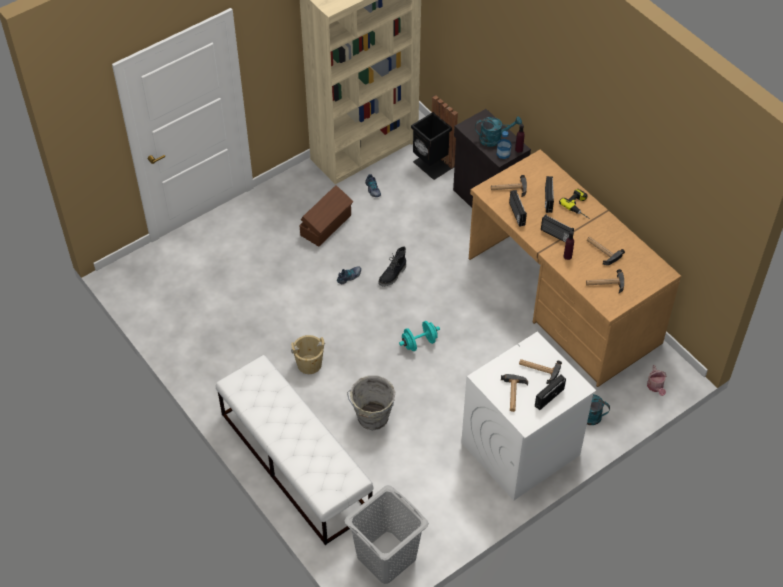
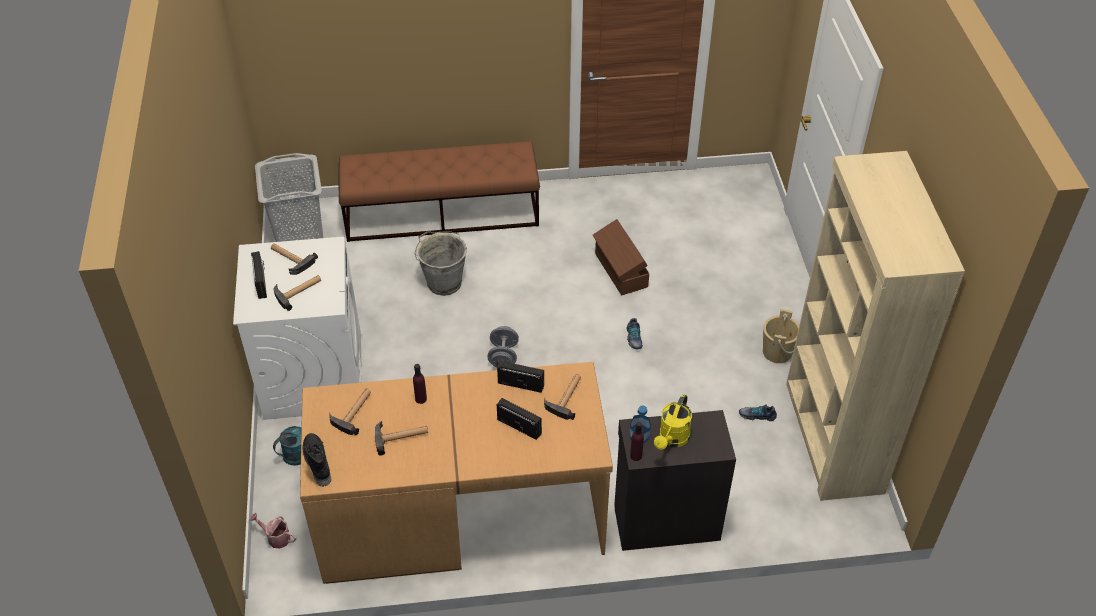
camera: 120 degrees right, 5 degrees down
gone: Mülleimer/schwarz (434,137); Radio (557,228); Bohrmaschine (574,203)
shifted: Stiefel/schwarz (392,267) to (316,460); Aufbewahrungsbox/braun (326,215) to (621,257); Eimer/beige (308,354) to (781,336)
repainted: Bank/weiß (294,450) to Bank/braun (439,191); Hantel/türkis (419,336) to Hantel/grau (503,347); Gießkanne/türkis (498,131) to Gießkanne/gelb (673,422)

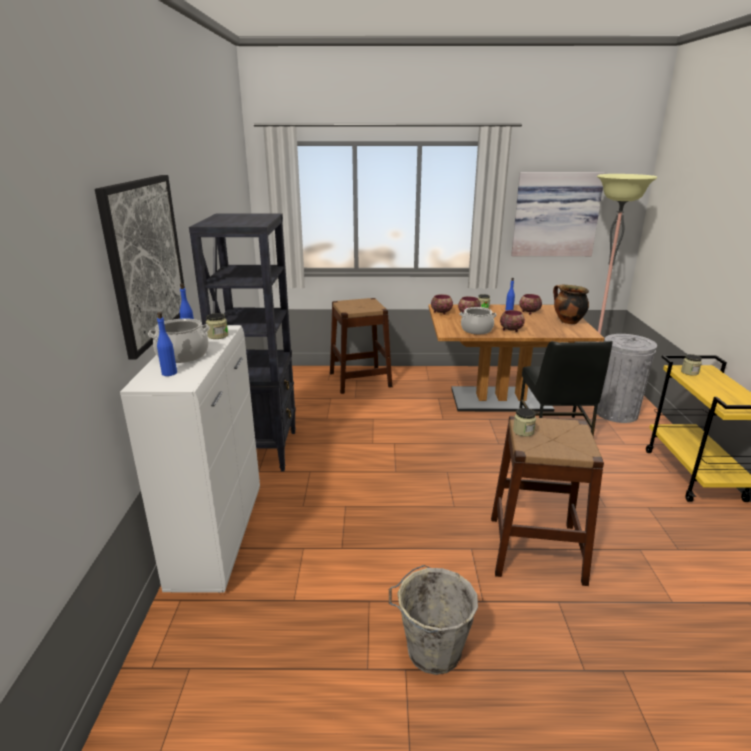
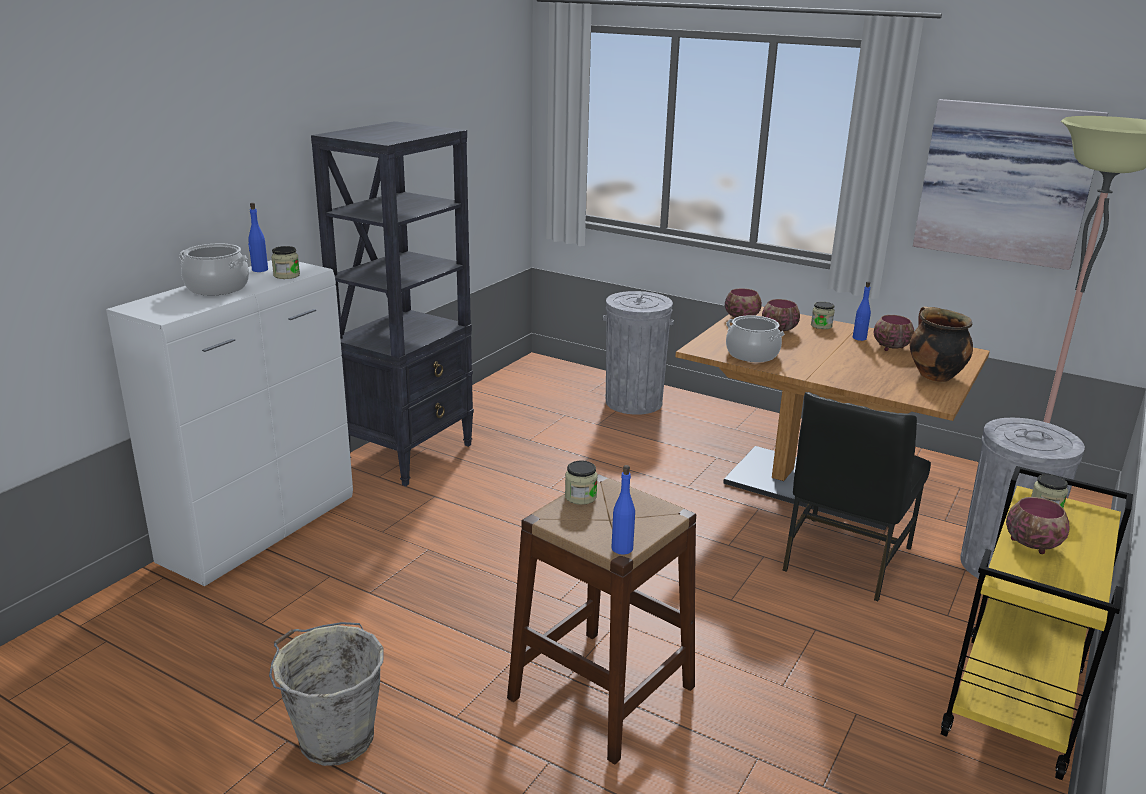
camera: 30 degrees right, 0 degrees up
gone: Bild (140,267)
shifted: Flasche/blau (167,344) to (623,510); Schüssel (512,321) to (1038,525)
swapped: Hocker/braun (361,346) to Mülleimer/grau (638,353)

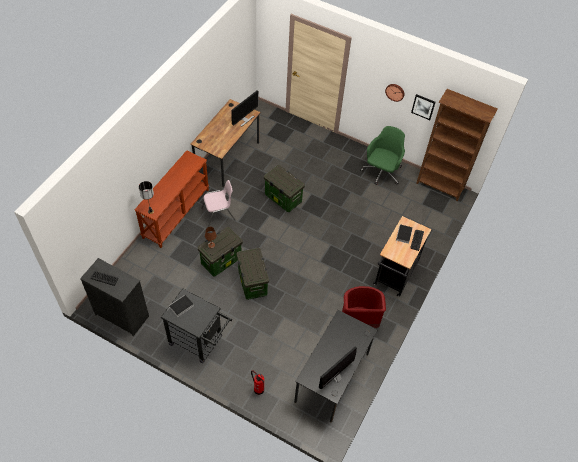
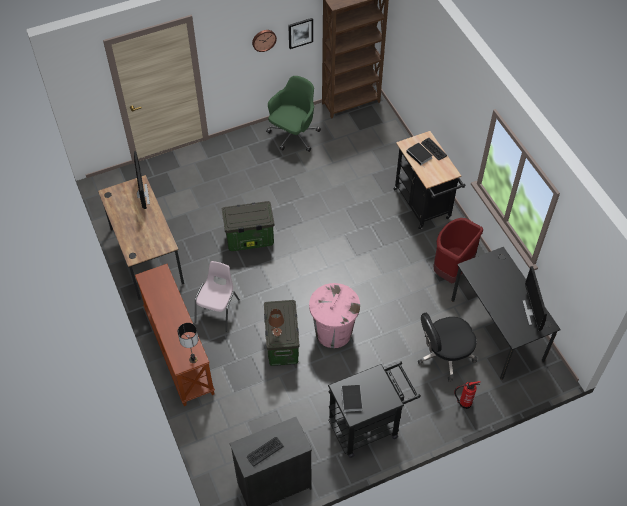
camera: 50 degrees left, 0 degrees up
new: Bürostuhl/schwarz (447,347)
swapped: Aufbewahrungsbox (253,274) to Mülleimer/rosa (334,315)
rotated: Bürostuhl/grün (382,155) = (293,114) 60 degrees clockwise

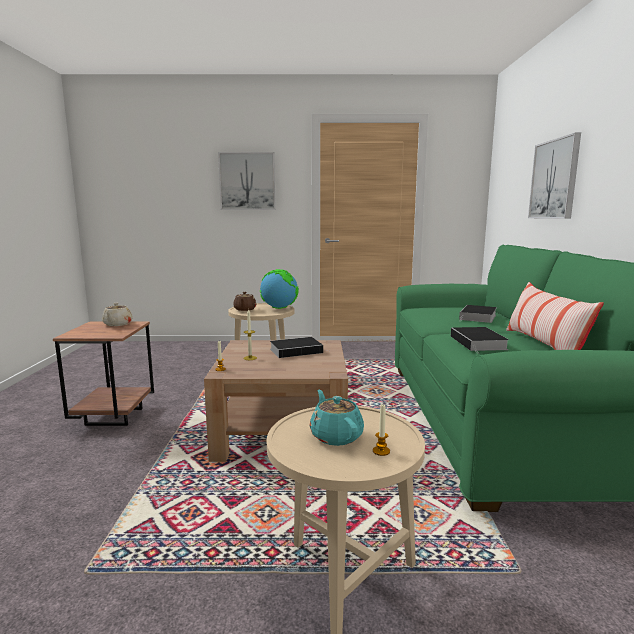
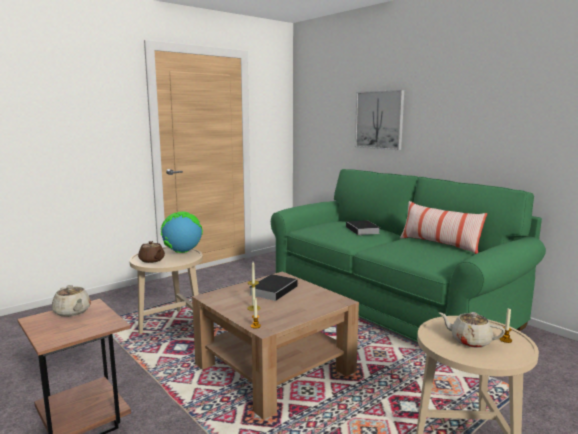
camera: 40 degrees left, 0 degrees up
gone: Bild (247,181); Buch (480,340)
repainted: Teekanne/türkis (337,417) to Teekanne/beige (472,330)

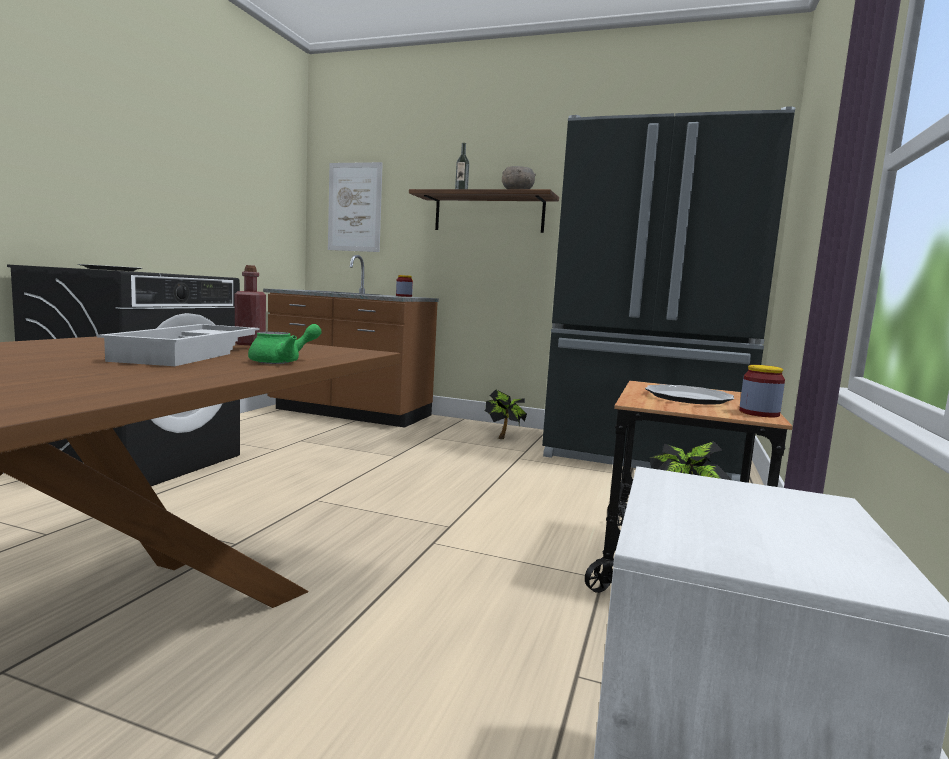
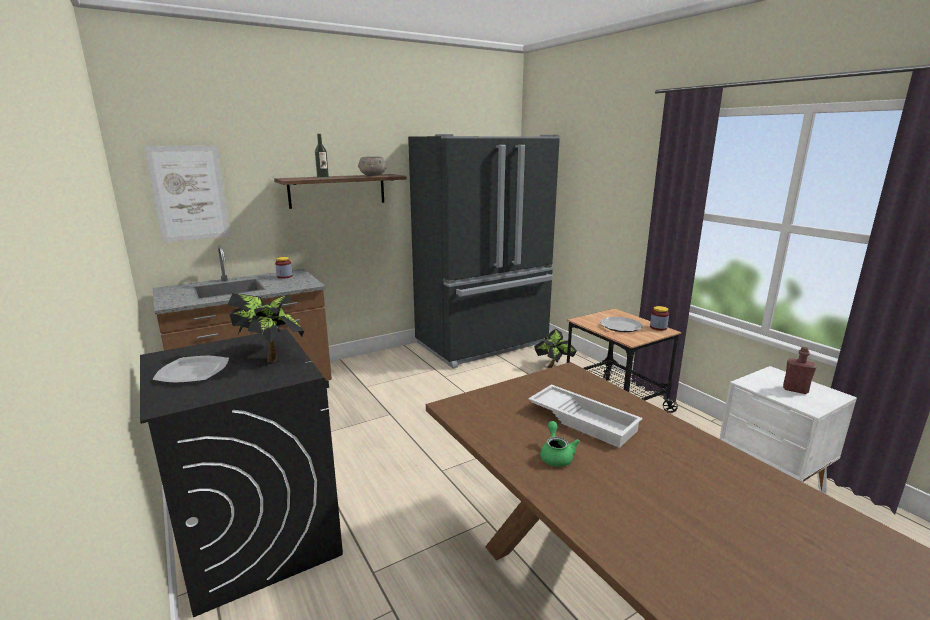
camera: 50 degrees left, 10 degrees up
shifted: Topfpflanze (505,414) to (266,327); Teekanne/grün (285,344) to (560,444); Flasche/rot (250,305) to (799,370)

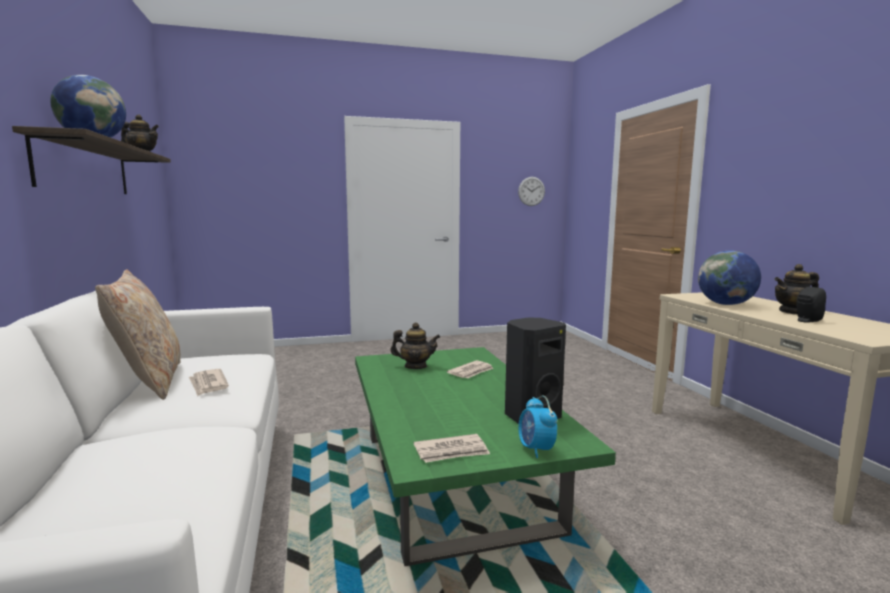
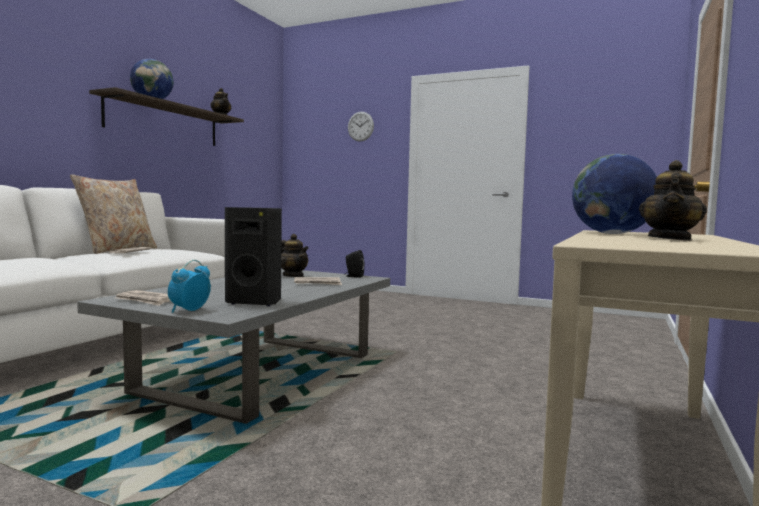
camera: 40 degrees right, 5 degrees down
shifted: Lautsprecher/schwarz (811,305) to (354,264); Wanduhr (531,191) to (361,127)
repainted: Couchtisch/grün (485,456) to Couchtisch/grau (233,346)
rotated: Teekanne (796,289) = (673,200) 90 degrees counterclockwise

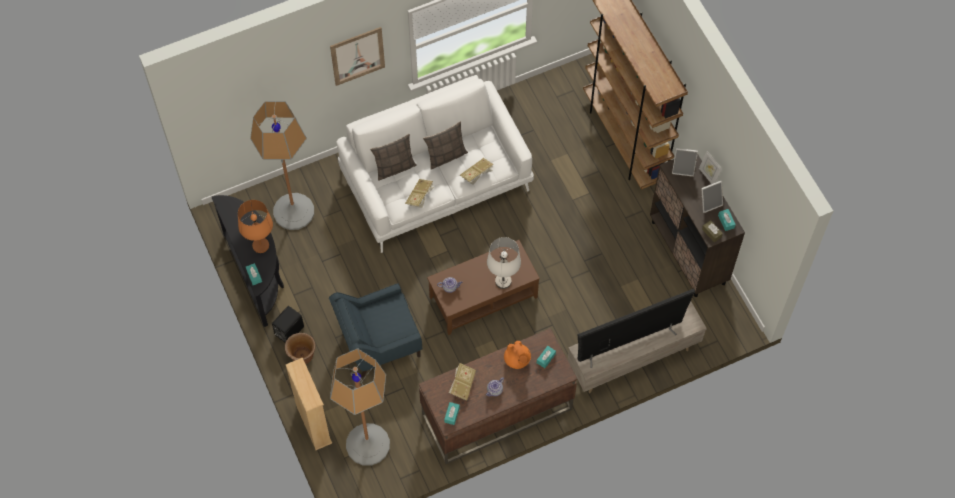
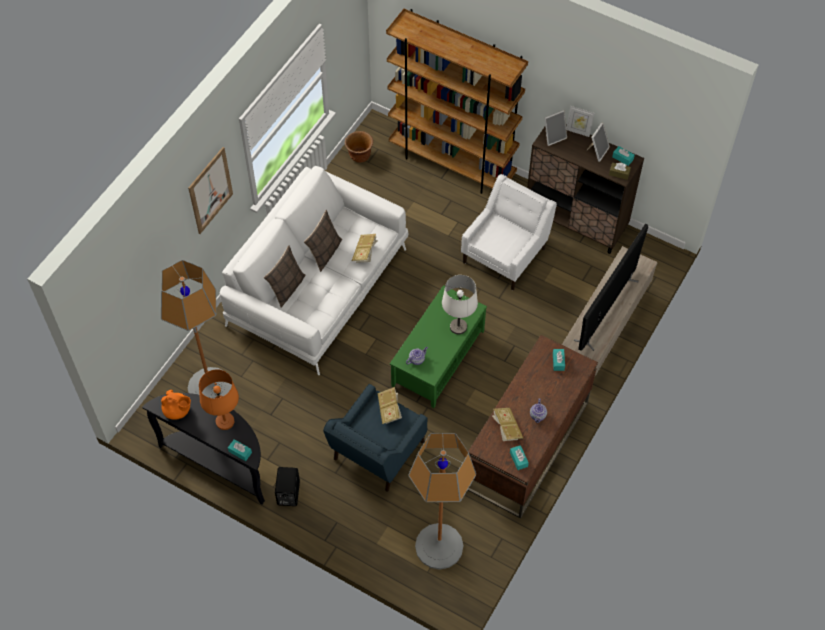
camera: 35 degrees left, 5 degrees down
gone: Bücherregal/beige (309,403)
new: Sessel/weiß (509,232)
shifted: Teekanne/orange (517,355) to (176,405); Pflanzkübel/braun (300,348) to (359,147); Buch (419,193) to (390,405)
repainted: Couchtisch/braun (483,287) to Couchtisch/grün (438,346)

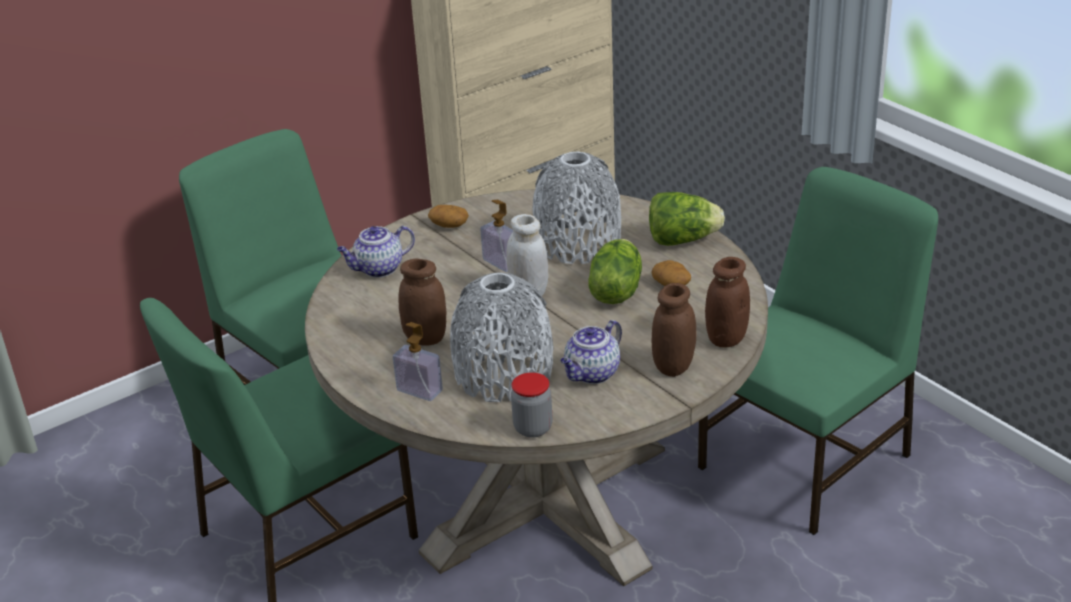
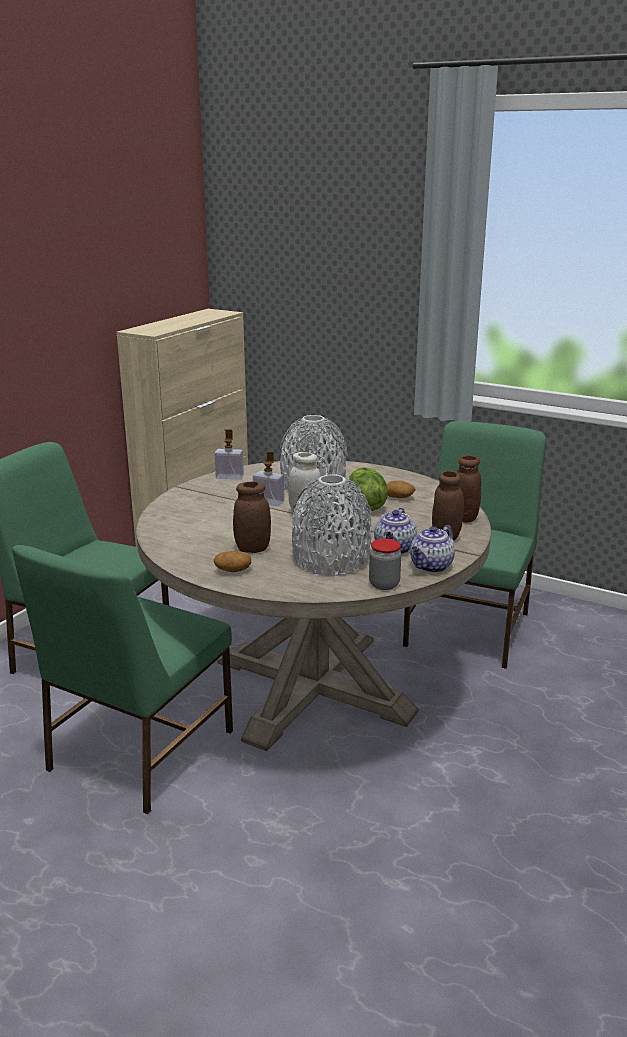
camera: 25 degrees left, 10 degrees down
gone: Salatkopf (687,219)
shifted: Kartoffel (448,216) to (232,561); Seifenspender (418,361) to (229,454); Teekanne (376,252) to (432,549)

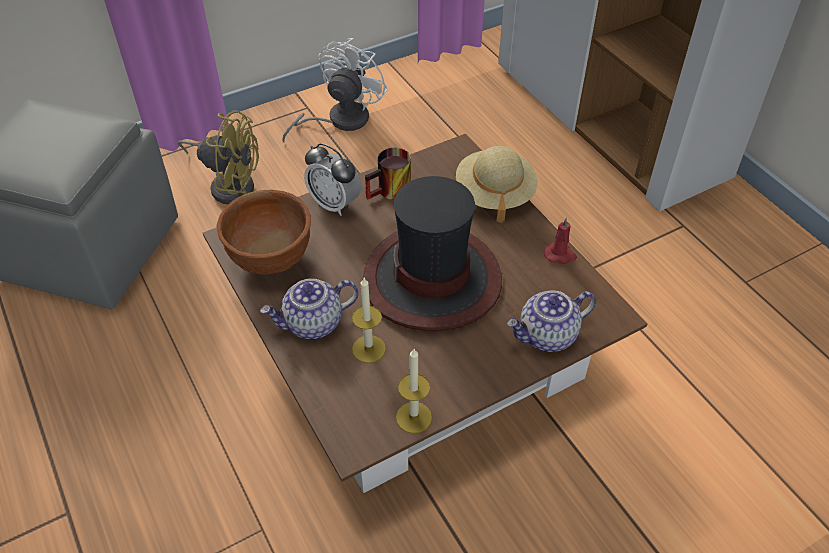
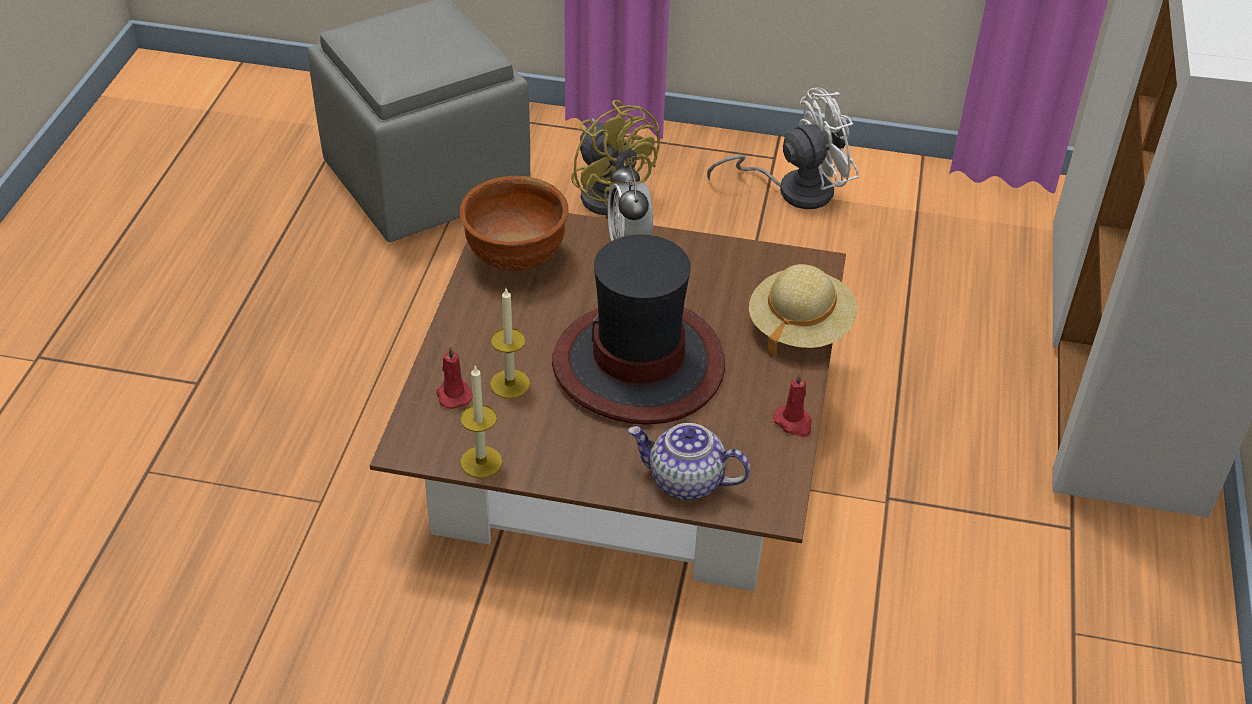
camera: 40 degrees right, 5 degrees down
gone: Teekanne (309,309); Henkelbecher (388,173)
new: Kerze/rot (454,377)

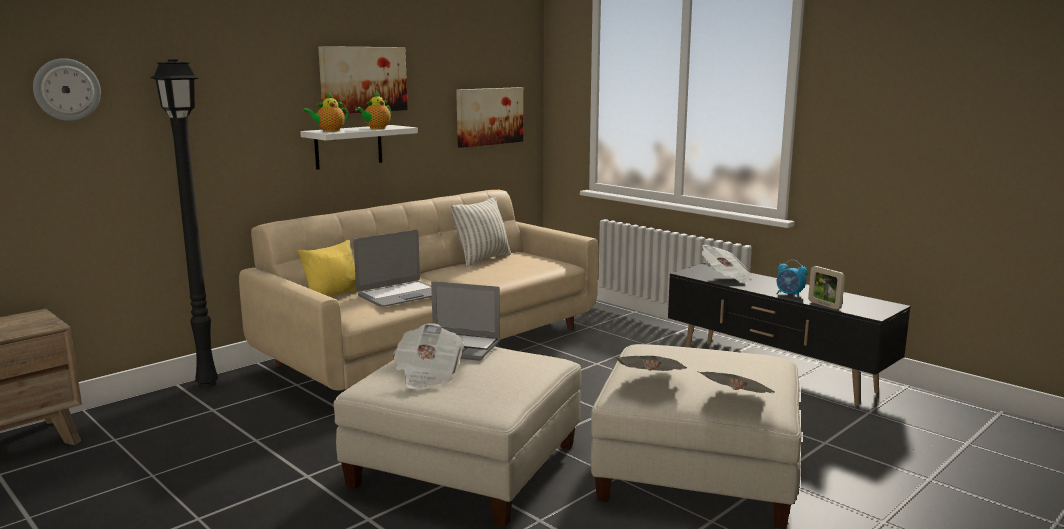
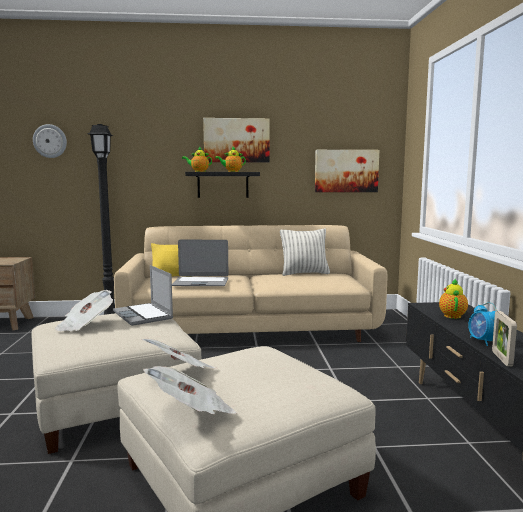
camera: 40 degrees right, 5 degrees down
swapped: Zeitung (727,264) to Teekanne (453,299)
repainted: Wandregal/weiß (359,147) to Wandregal/schwarz (222,185)

